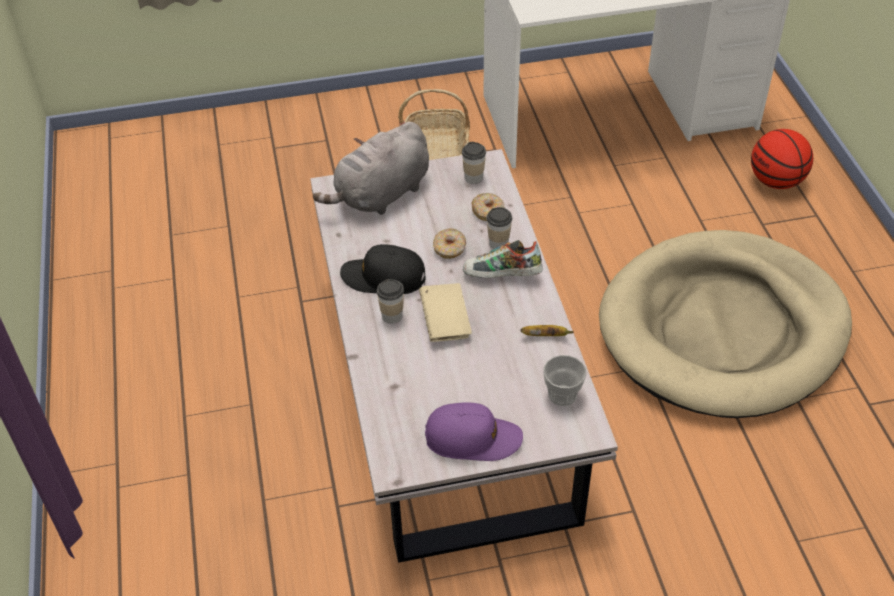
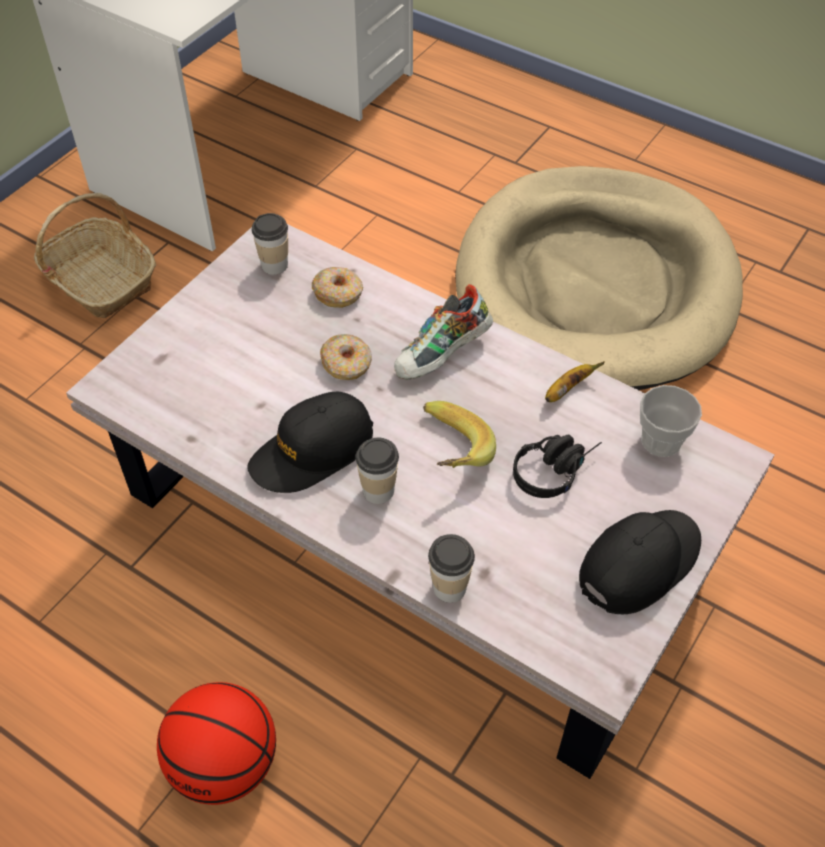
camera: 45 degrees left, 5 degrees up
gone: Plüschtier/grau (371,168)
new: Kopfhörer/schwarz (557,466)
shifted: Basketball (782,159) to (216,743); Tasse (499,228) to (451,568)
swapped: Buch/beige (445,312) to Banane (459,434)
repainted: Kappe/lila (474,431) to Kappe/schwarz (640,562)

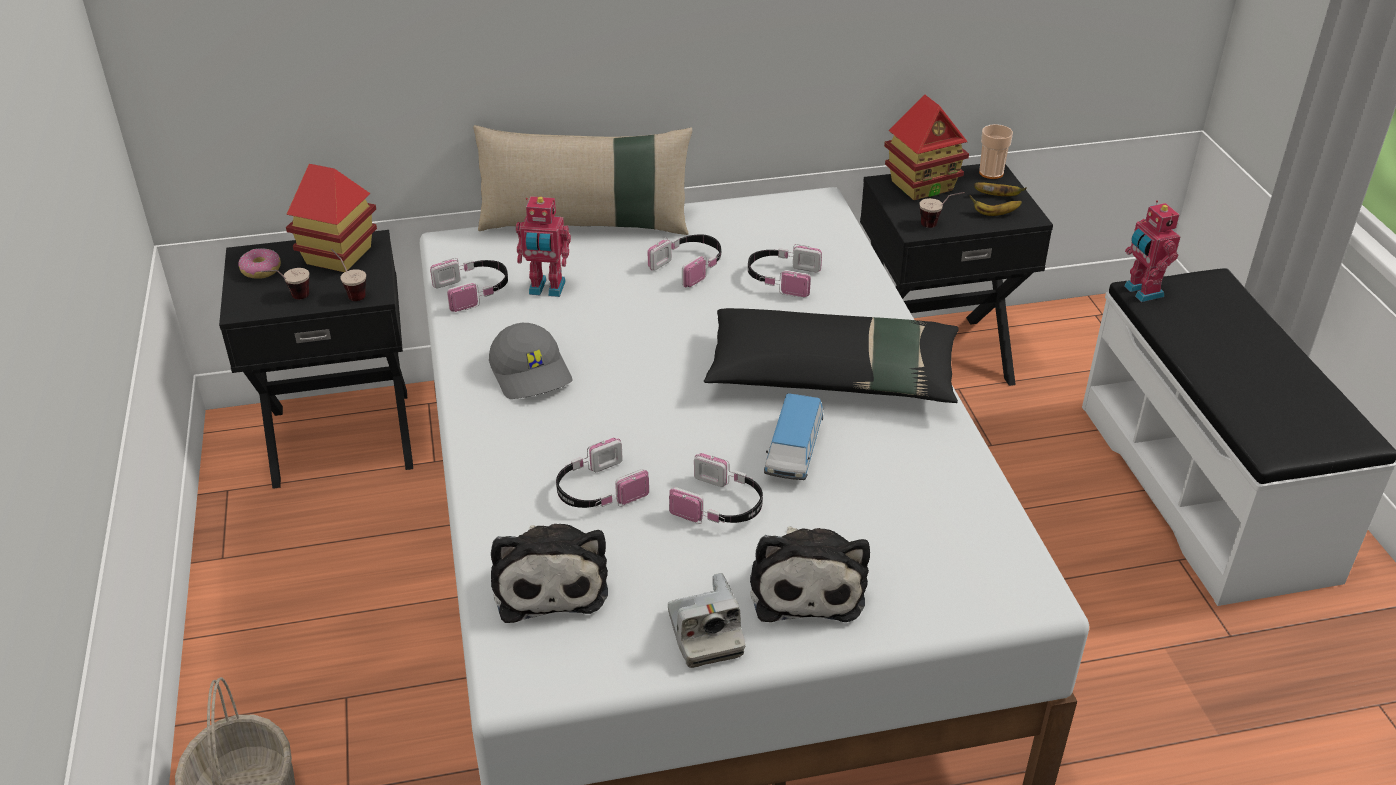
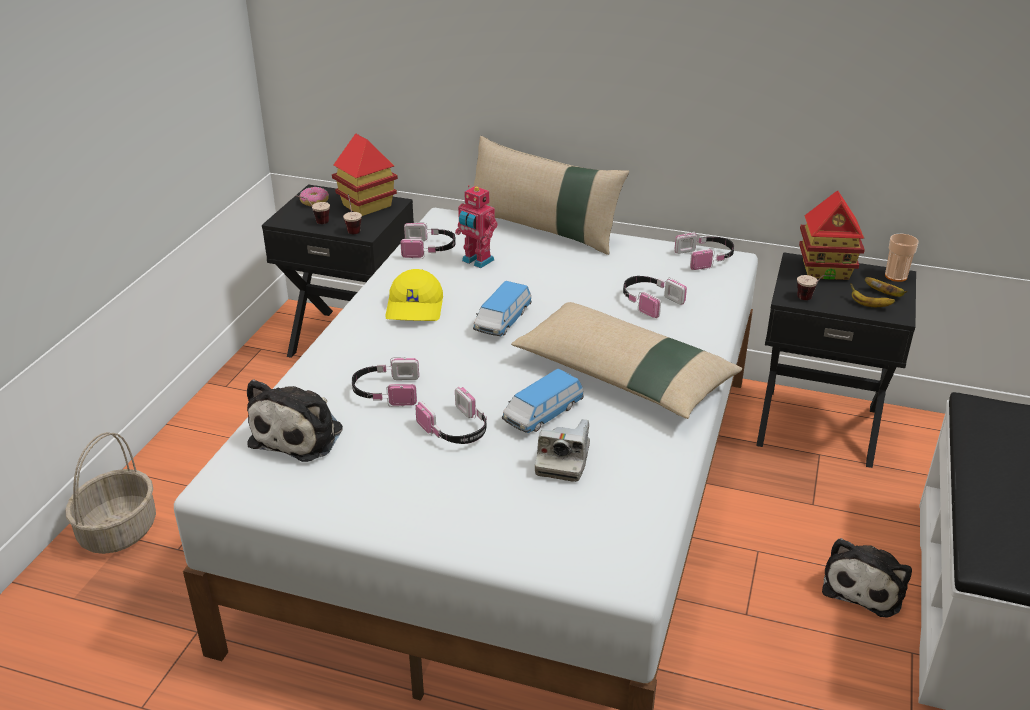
camera: 30 degrees right, 5 degrees down
gone: Spielzeugroboter (1152,251)
new: Spielzeugauto (502,308)
shifted: Kamera (706,620) to (562,450); Kopfhörer (684,261) to (704,251); Plüschtier (810,574) to (867,578)
repainted: Kappe/grau (530,361) to Kappe/gelb (414,295); Kissen/schwarz (831,355) to Kissen/beige (626,360)

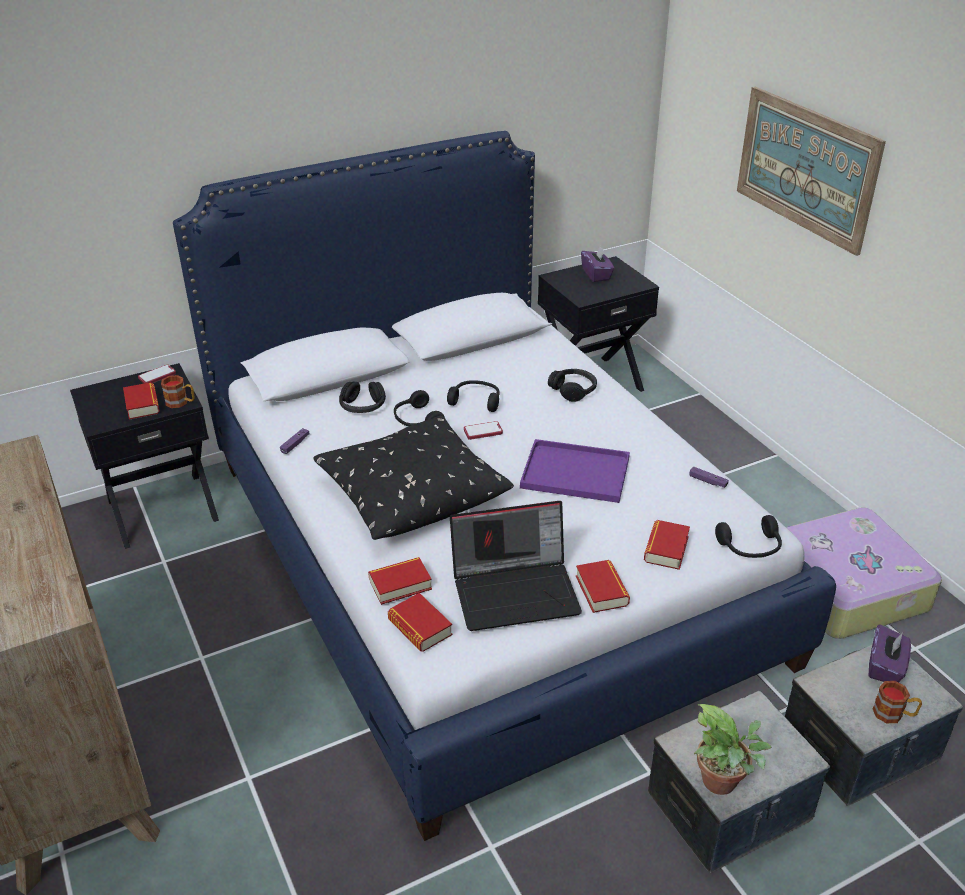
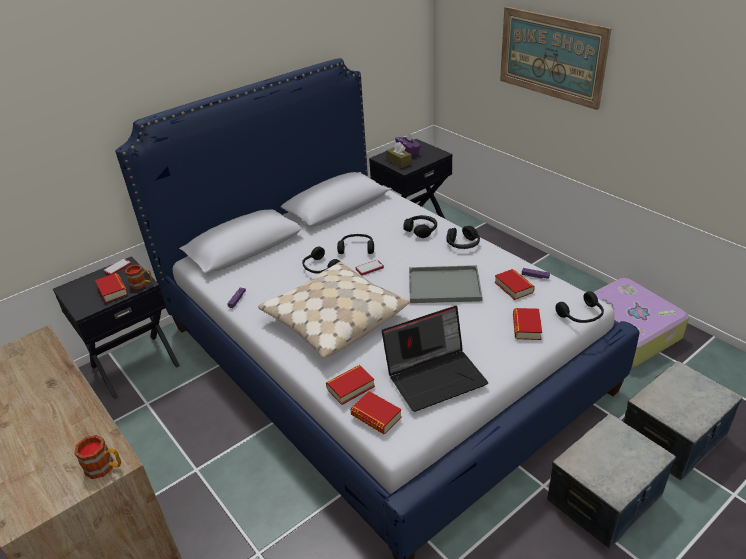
camera: 10 degrees left, 0 degrees up
gone: Topfpflanze (732,749); Taschentuchbox/lila (890,653)
new: Taschentuchbox/braun (399,155)
shifted: Henkelbecher (897,702) to (97,457); Kopfhörer/schwarz (362,397) to (463,237); Buch (603,586) to (515,284)
repainted: Kissen/schwarz (413,478) to Kissen/beige (334,310); Tablett/lila (575,471) to Tablett/grau (445,284)

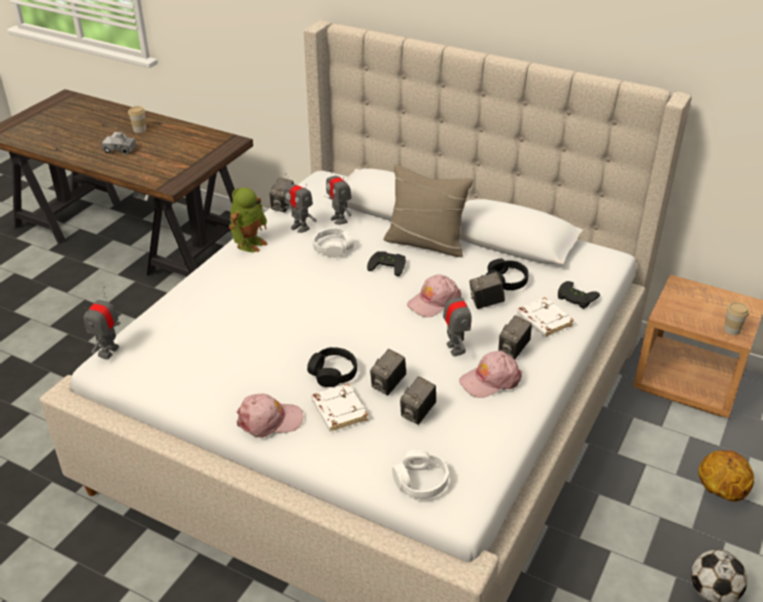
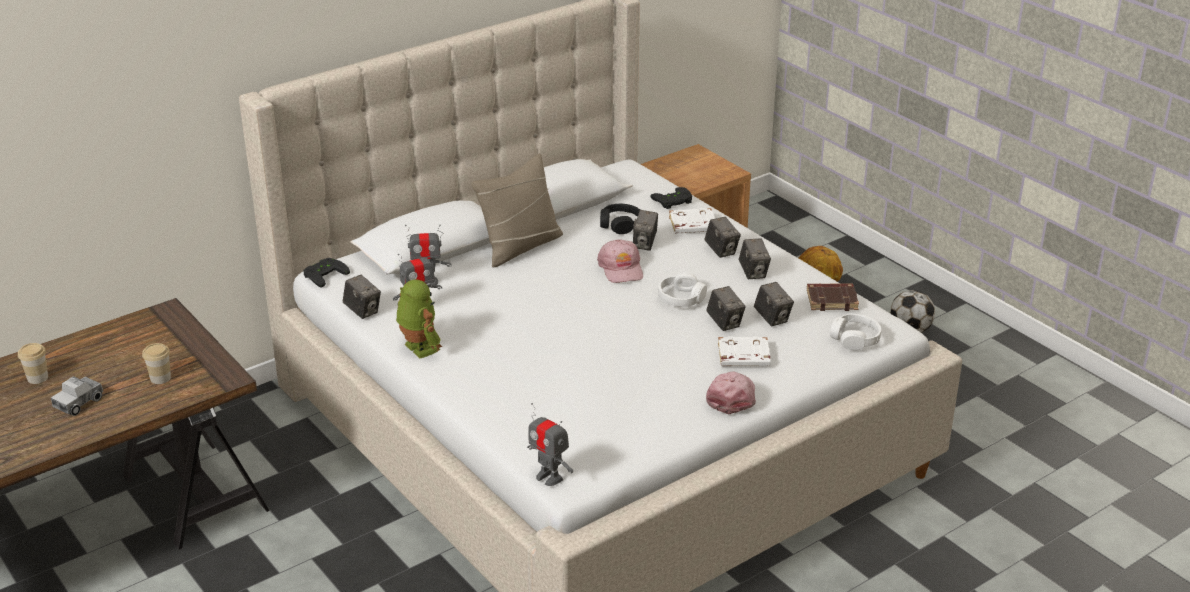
camera: 65 degrees left, 5 degrees down
gone: Kopfhörer/schwarz (332,367); Spielzeugroboter (457,320)
new: Buch/braun (833,297)
shifted: Tasse (736,318) to (156,363); Gamepad/schwarz (386,263) to (326,272); Kopfhörer/weiß (333,243) to (682,290)
swapped: Kappe/rosa (490,374) to Kamera (755,258)

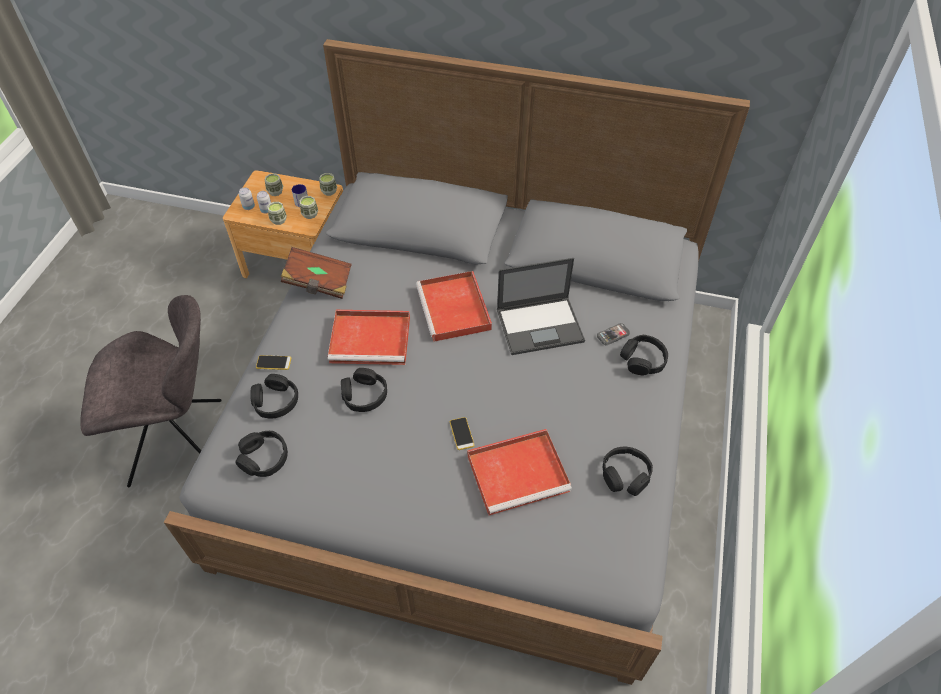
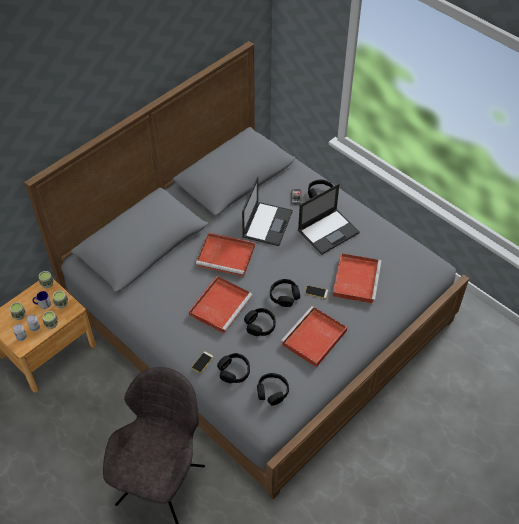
camera: 60 degrees left, 0 degrees up
gone: Buch/braun (316,273)
new: Tablett/rot (314,336); Laptop (329,219)
shifted: Kopfhörer/schwarz (628,471) to (285,293)

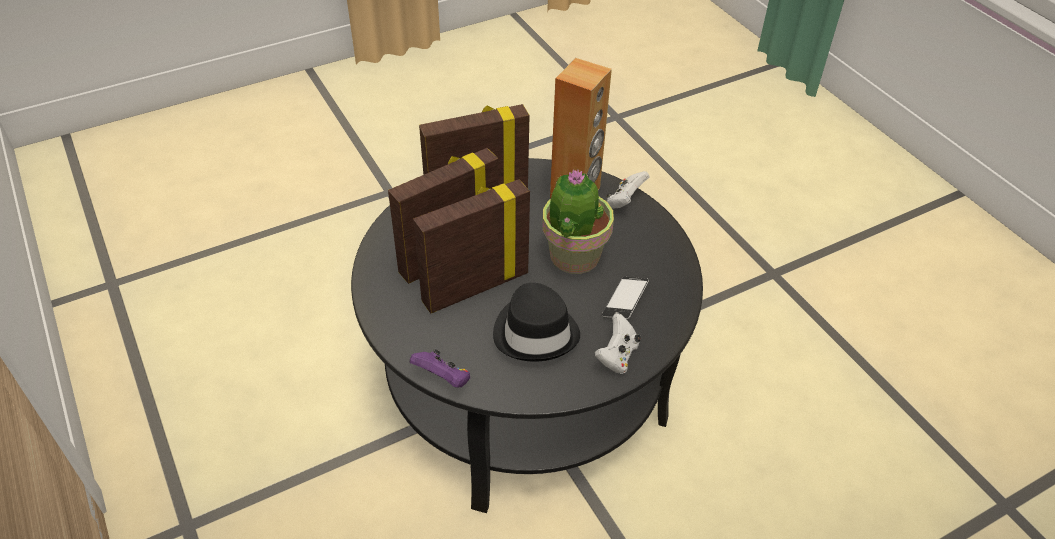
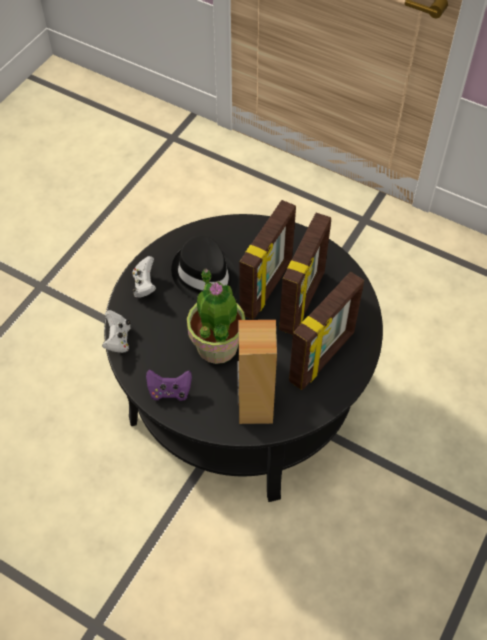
camera: 150 degrees right, 10 degrees up
gone: Handy (625,298)
shifted: Gamepad/weiß (627,190) to (116,331); Gamepad/lila (440,368) to (169,385)

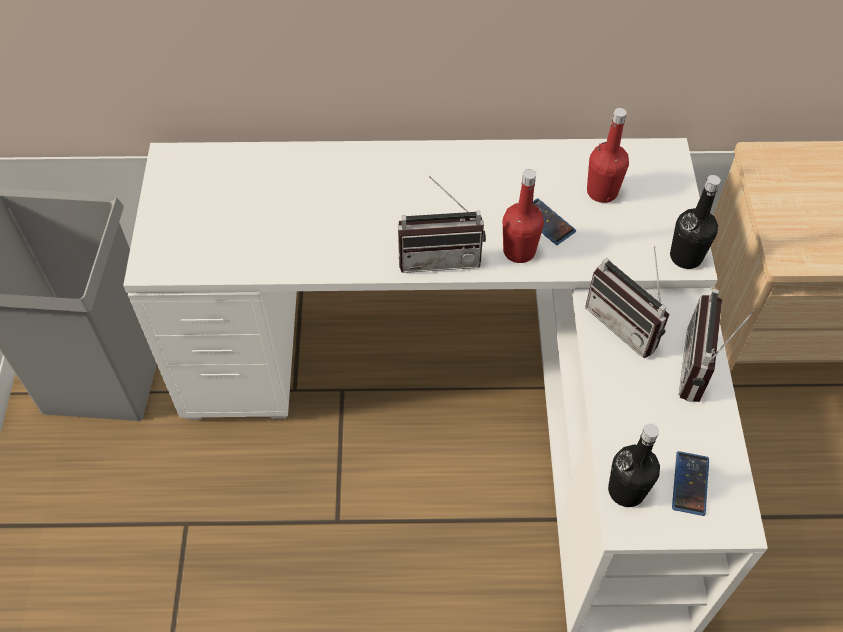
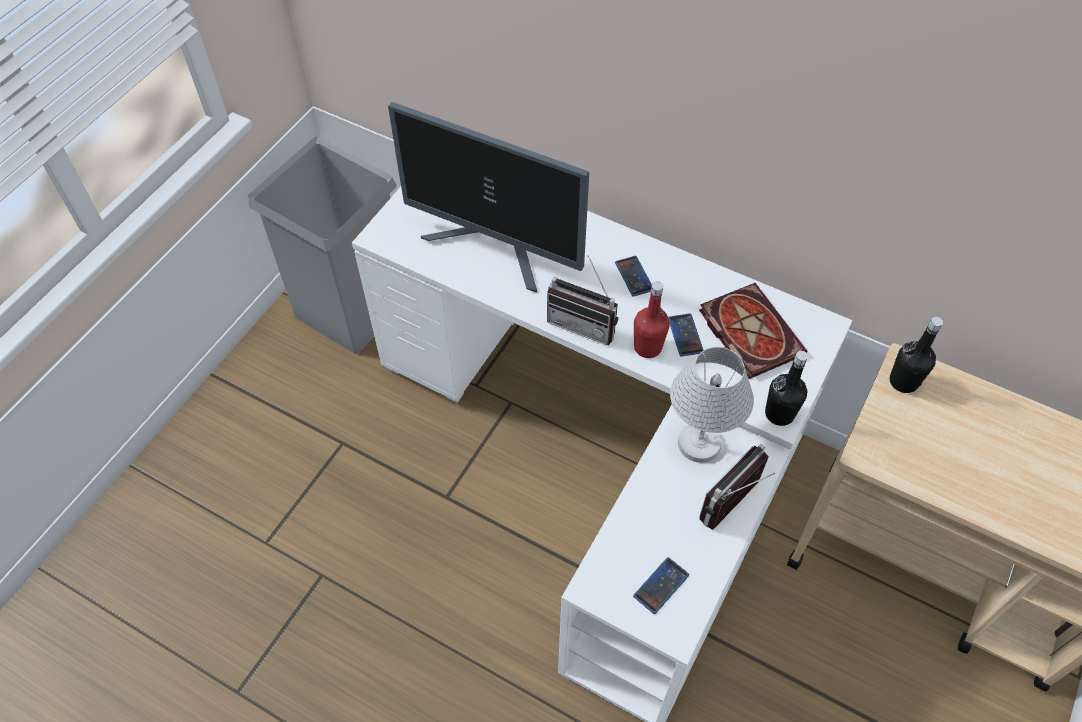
camera: 30 degrees right, 0 degrees up
new: Monitor (488,197); Handy (633,276)
shifted: Flasche/schwarz (634,465) to (916,355)
swapped: Radio (627,302) to Tischlampe/weiß (712,405); Flasche/rot (608,155) to Buch (753,331)

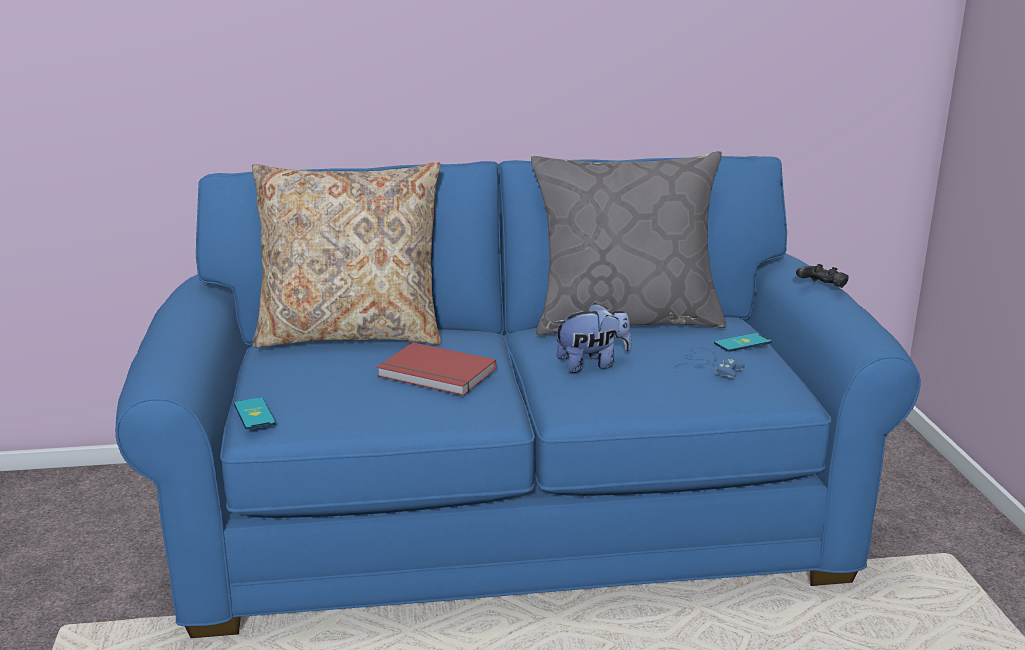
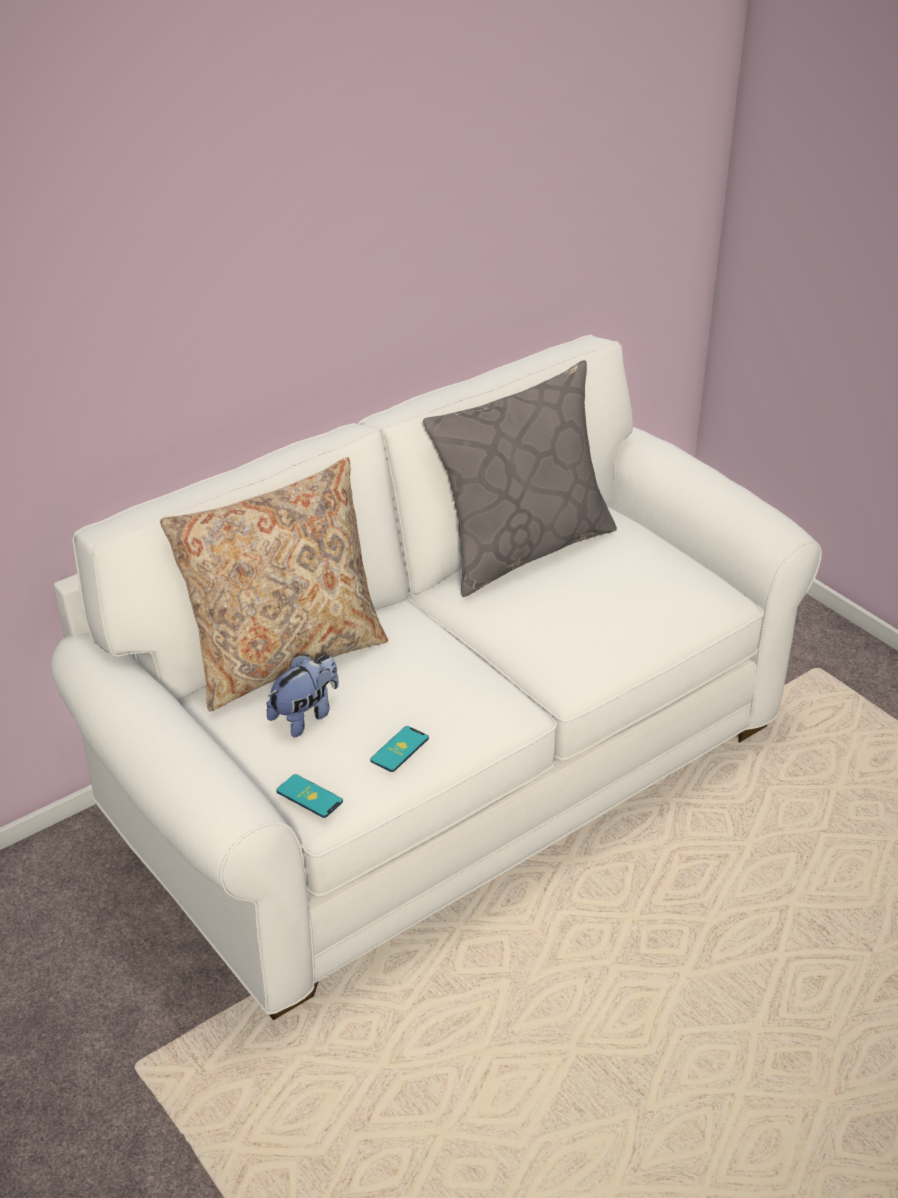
camera: 30 degrees left, 15 degrees up
gone: Buch/rot (437,369); Gamepad/blau (709,362); Gamepad/schwarz (822,276)
shifted: Plüschtier (592,338) to (302,696); Handy (743,342) to (399,749)
repainted: Sofa/blau (518,397) to Sofa/weiß (436,677)

